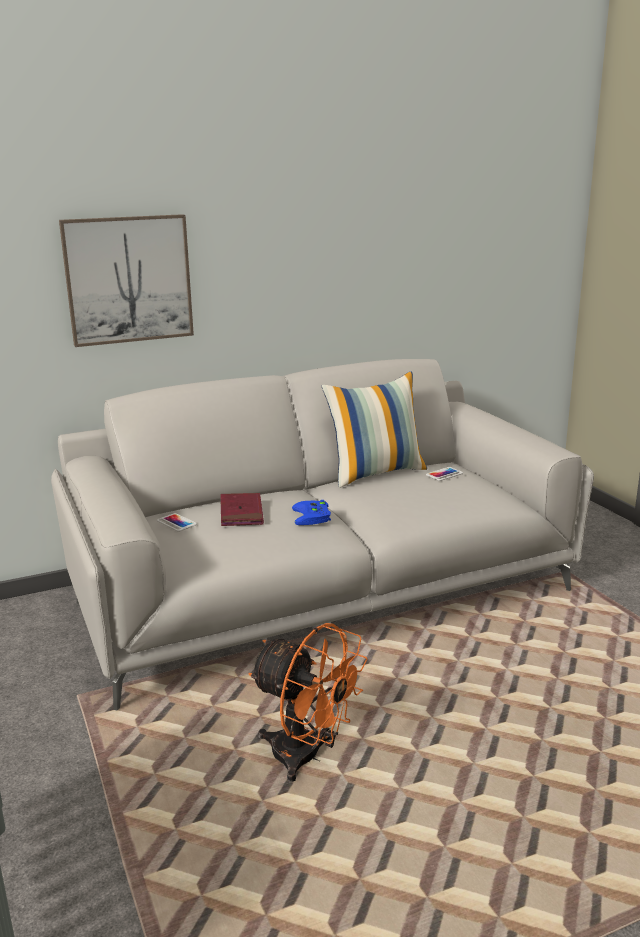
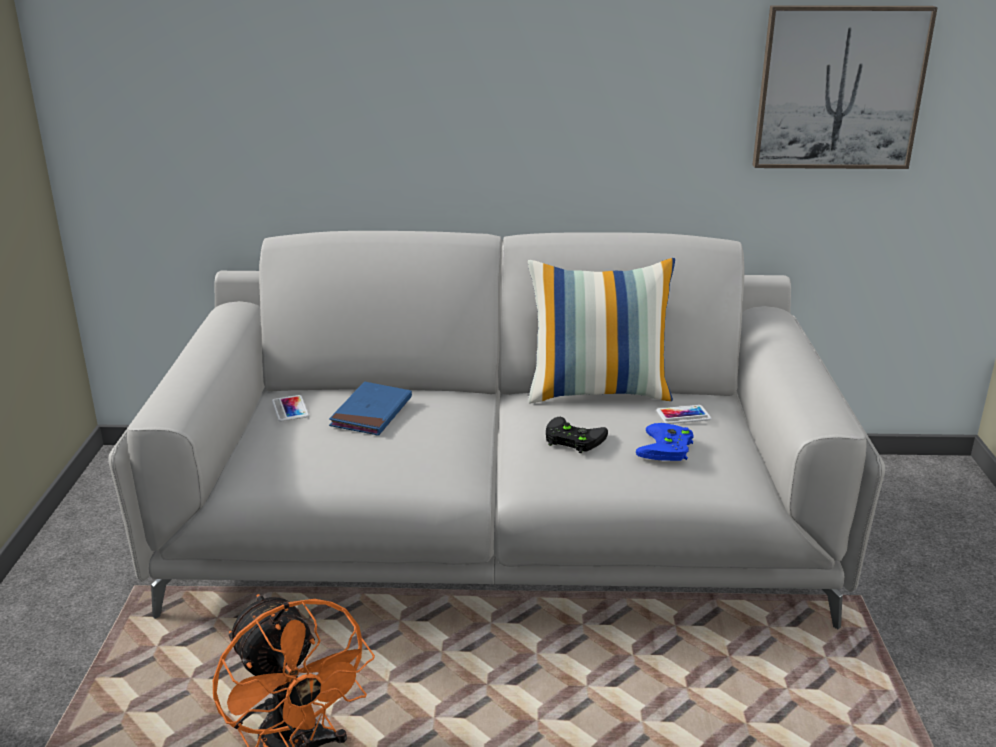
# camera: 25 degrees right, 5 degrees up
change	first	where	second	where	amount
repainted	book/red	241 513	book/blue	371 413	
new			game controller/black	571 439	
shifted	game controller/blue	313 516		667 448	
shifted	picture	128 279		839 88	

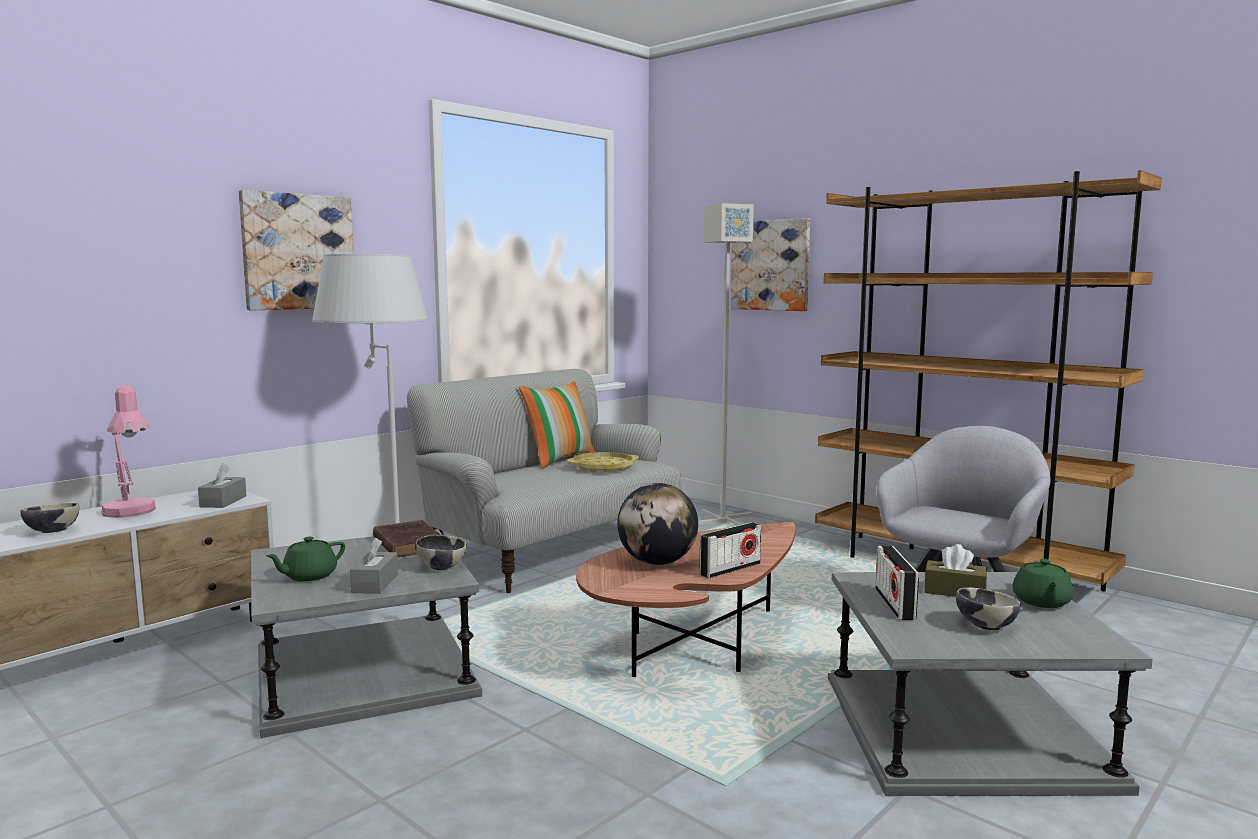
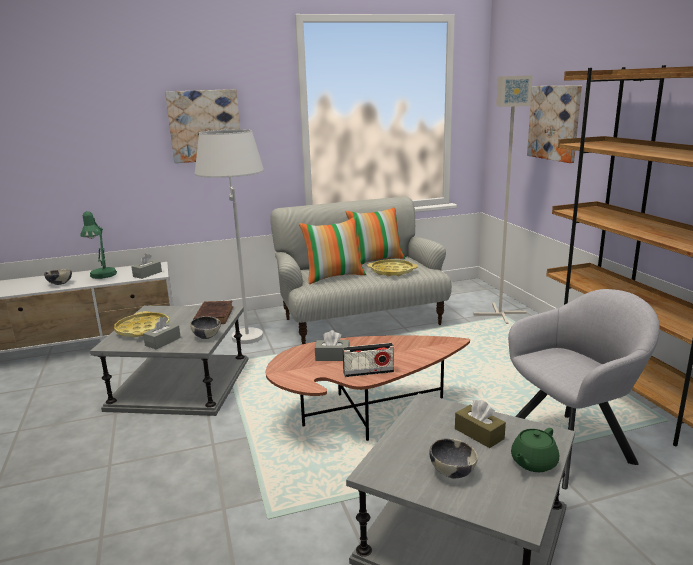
# camera: 30 degrees right, 10 degrees up
change	first	where	second	where	amount
repainted	table lamp/pink	131 513	table lamp/green	102 276	
swapped	teapot/green	309 576	tray/yellow	143 329	
new			pillow	334 276	
swapped	globe	657 563	tissue box/grey	332 357	
gone	radio	894 604			

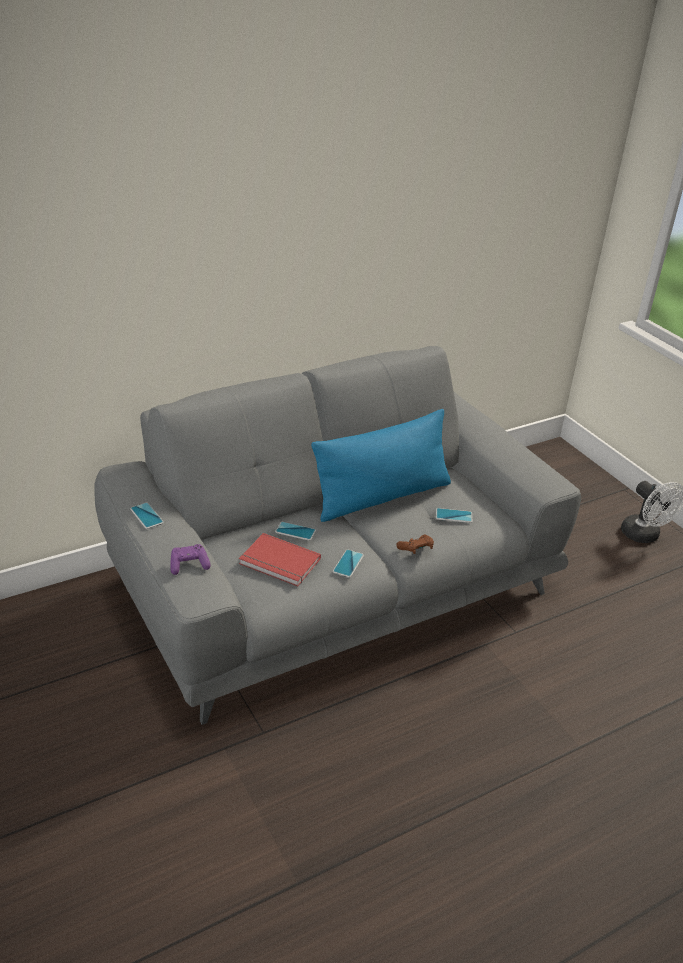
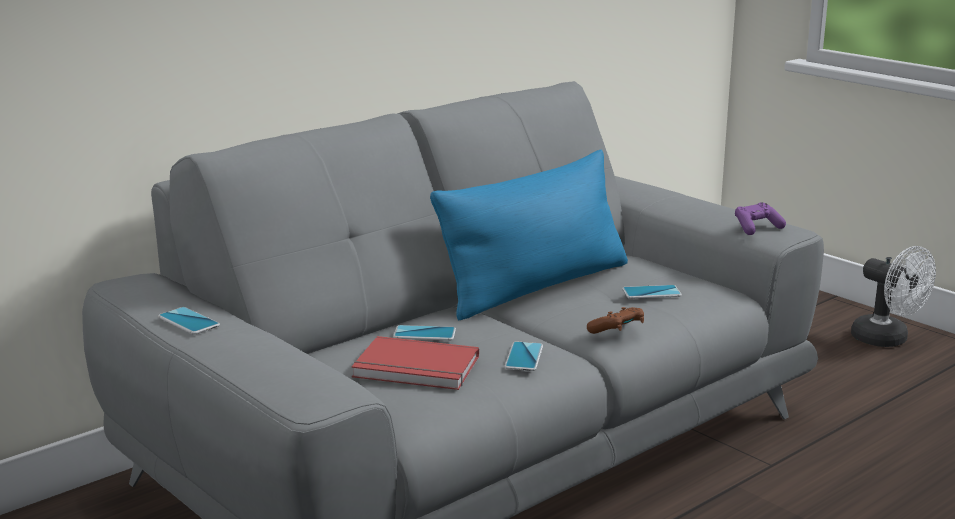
# camera: 10 degrees left, 15 degrees down
change	first	where	second	where	amount
shifted	game controller/purple	189 565		756 228	

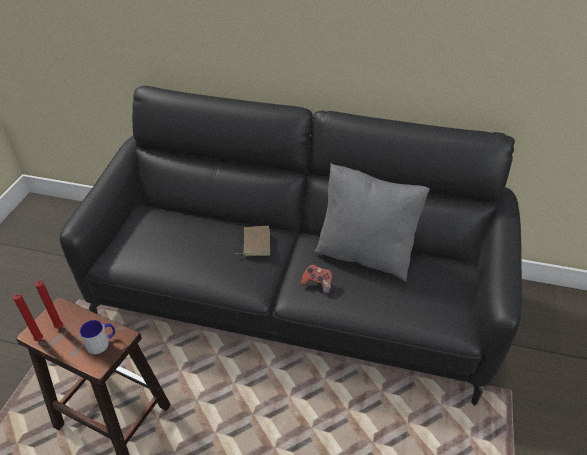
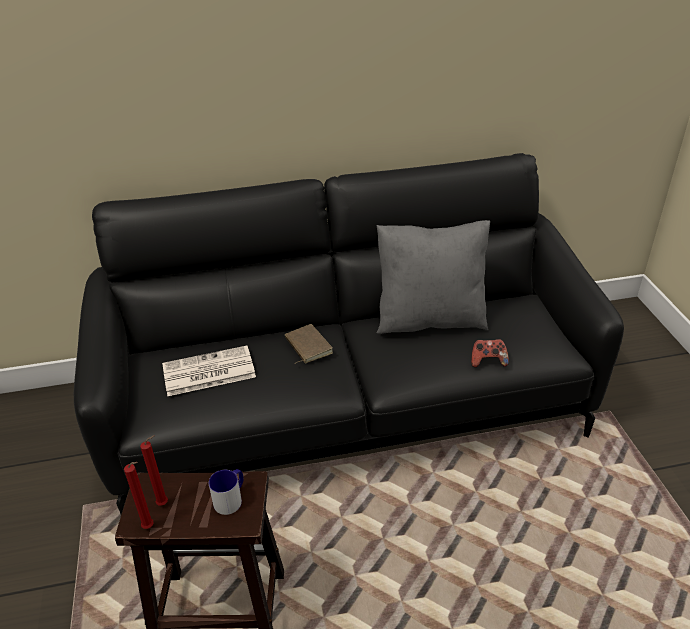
# camera: 25 degrees left, 5 degrees down
change	first	where	second	where	amount
new			newspaper	207 372	
shifted	game controller	317 284		488 361	

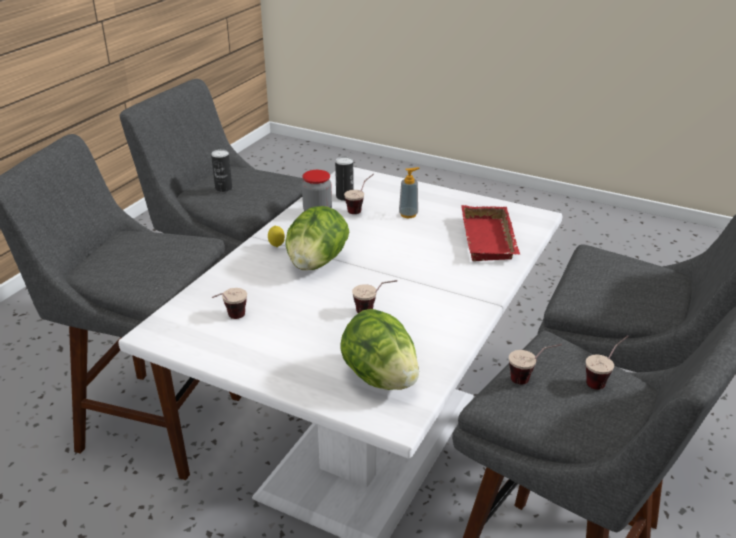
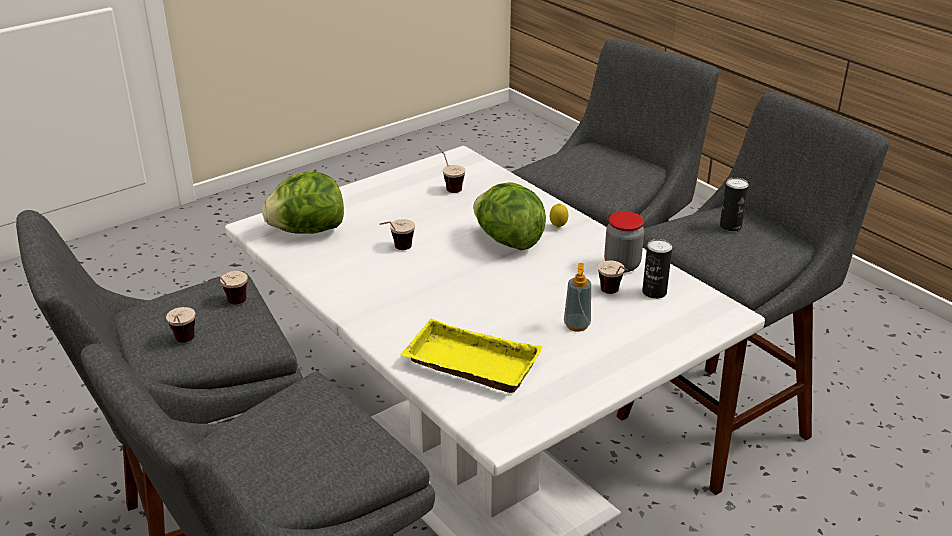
# camera: 115 degrees right, 0 degrees up
change	first	where	second	where	amount
repainted	tray/red	491 240	tray/yellow	468 366	

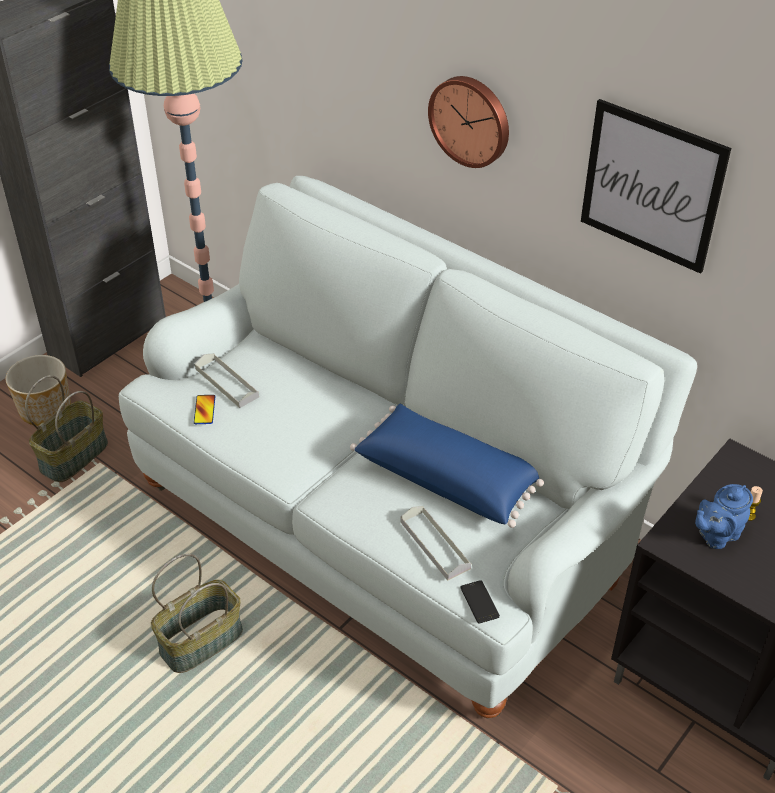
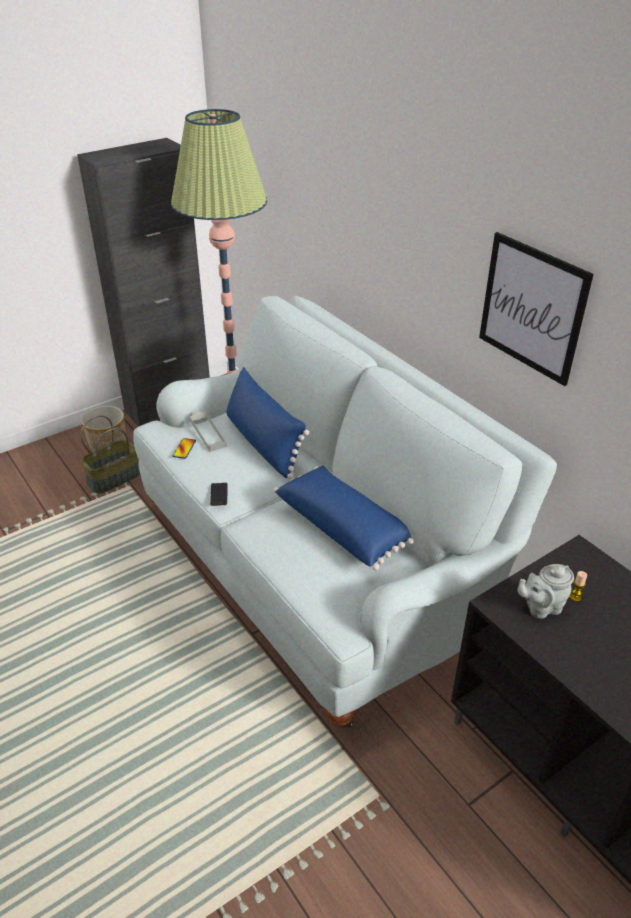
# camera: 15 degrees right, 5 degrees down
change	first	where	second	where	amount
shifted	phone	479 602		219 494	
new			pillow/blue	263 443	
repainted	teapot/blue	716 535	teapot/grey	540 607	
gone	basket	201 640			
gone	tray/grey	434 545			
gone	wall clock	471 120			

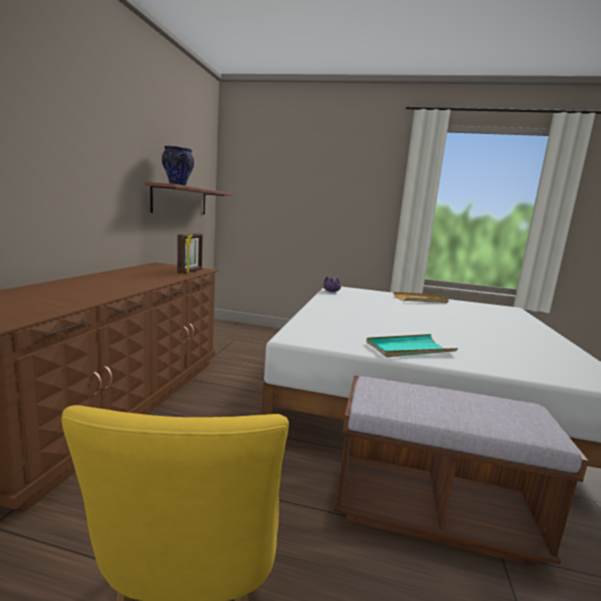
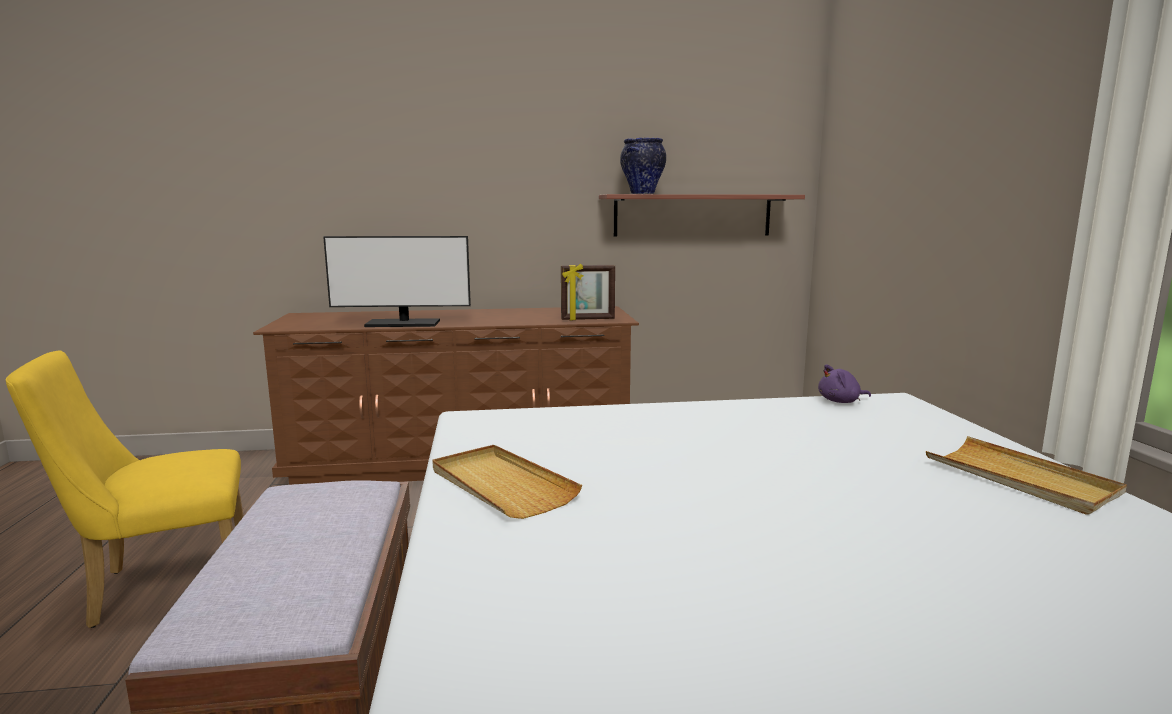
# camera: 70 degrees right, 0 degrees up
change	first	where	second	where	amount
new			monitor	403 324	
repainted	tray/turquoise	409 349	tray/beige	500 485	

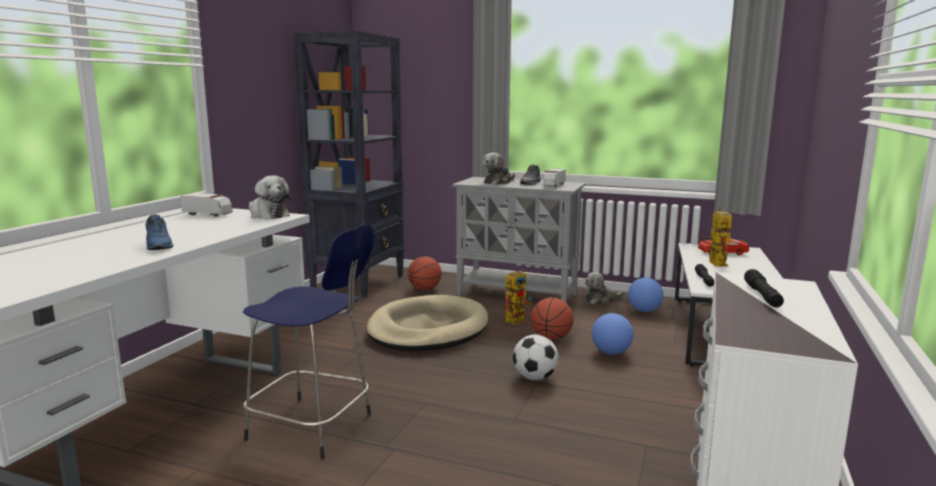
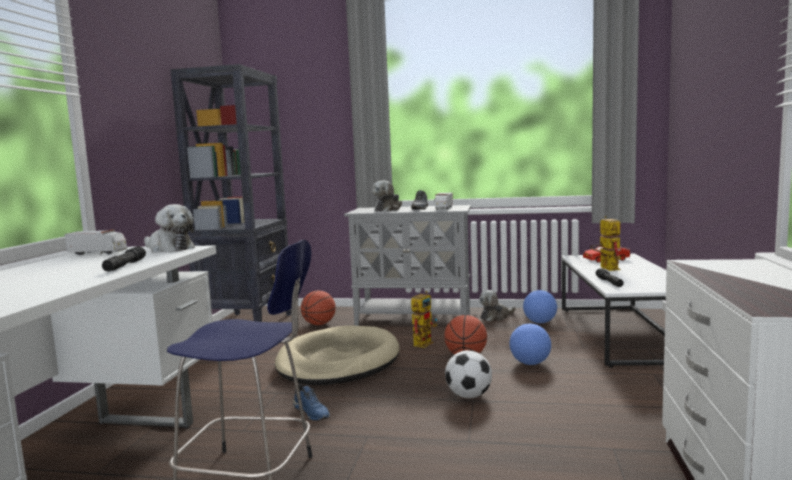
# camera: 10 degrees left, 5 degrees down
change	first	where	second	where	amount
shifted	flashlight/black	762 296		125 266	
shifted	shoe/blue	159 245		312 413	

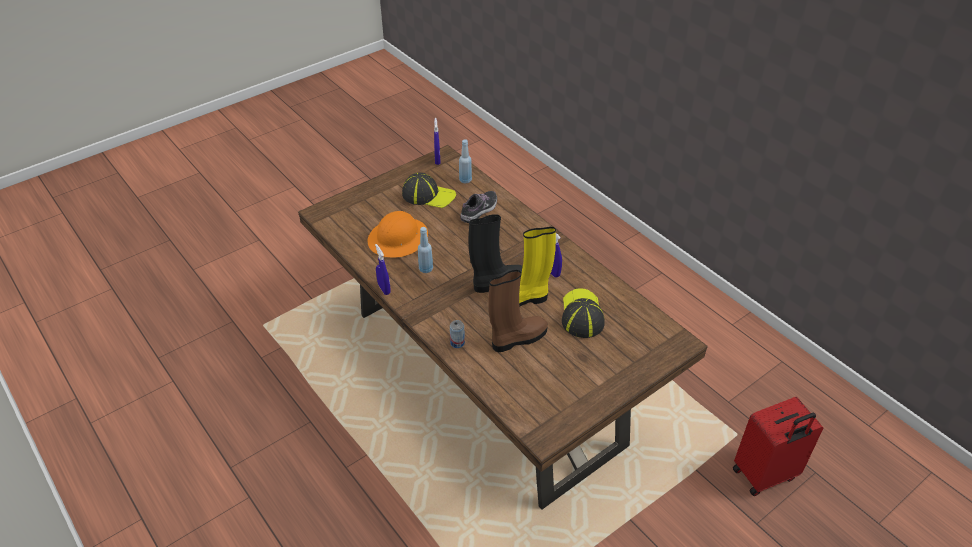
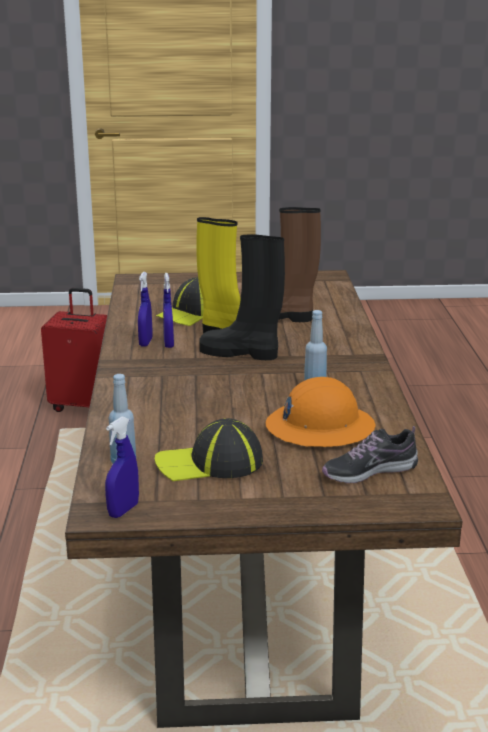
# camera: 145 degrees left, 20 degrees down
change	first	where	second	where	amount
shifted	spray bottle/blue	384 289		145 342	
rotated	cap	428 195		210 463	60 degrees counterclockwise
shifted	shoe	479 210		369 471	
gone	can	457 343			

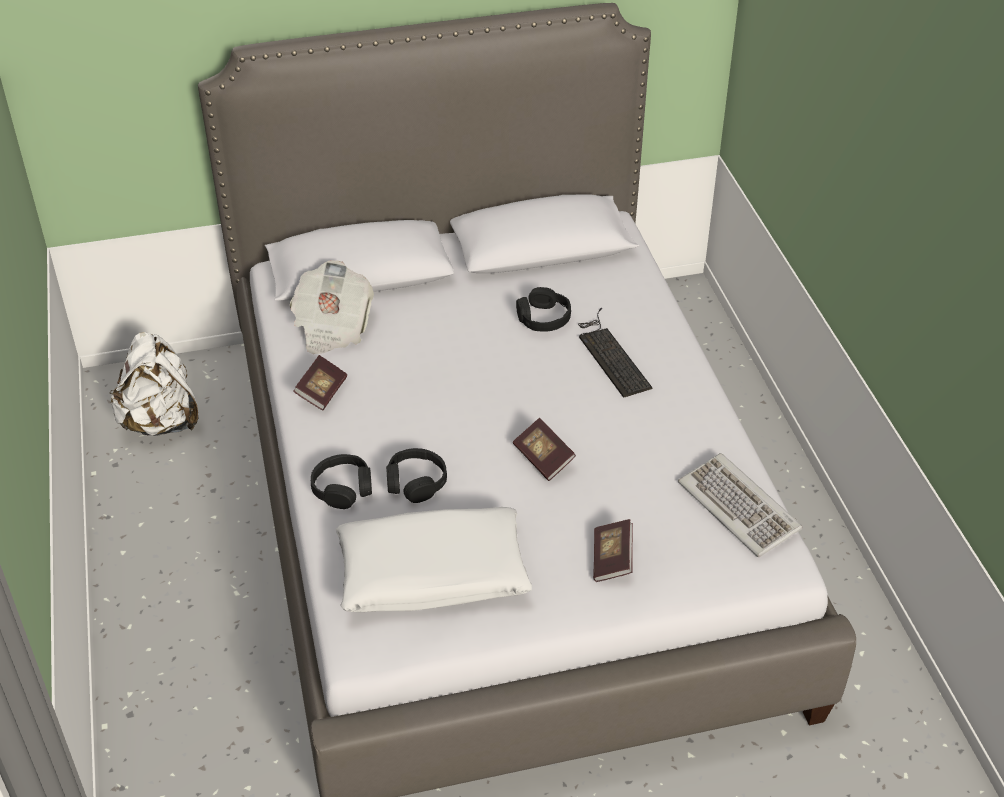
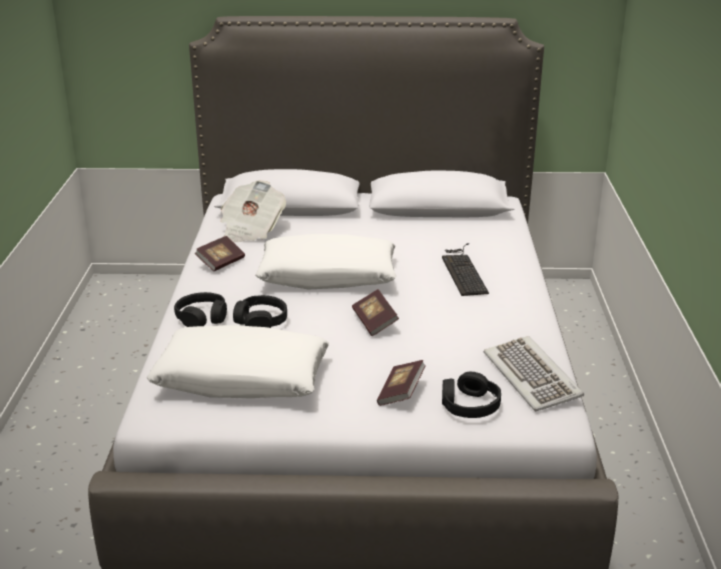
# camera: 15 degrees right, 15 degrees down
change	first	where	second	where	amount
new			pillow/white	327 276	
shifted	headphones/black	543 318		469 405	
gone	backpack/white	161 421			

